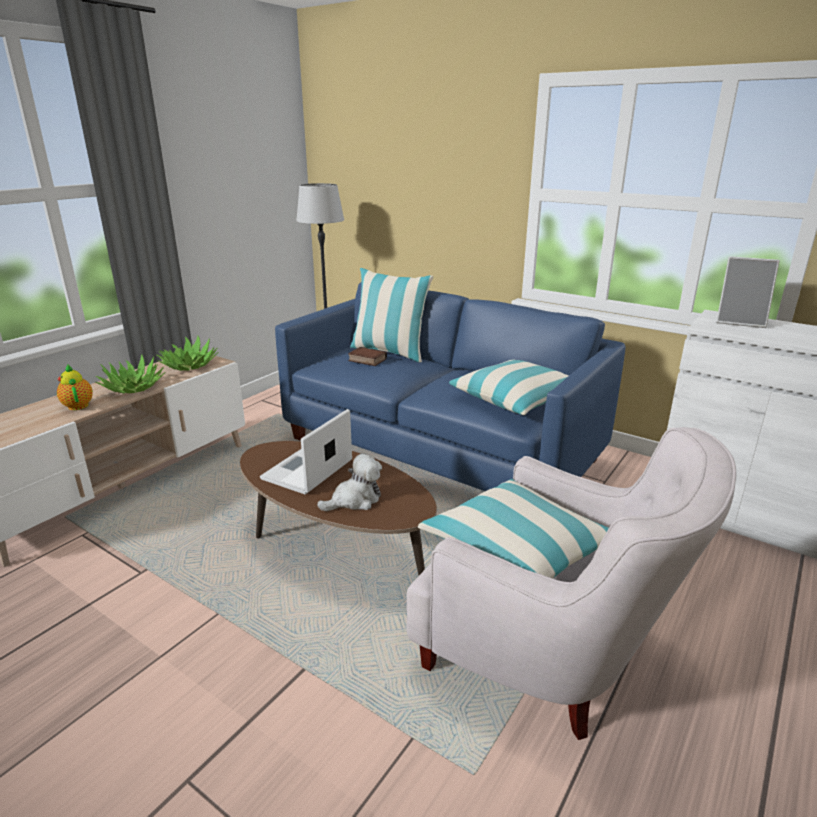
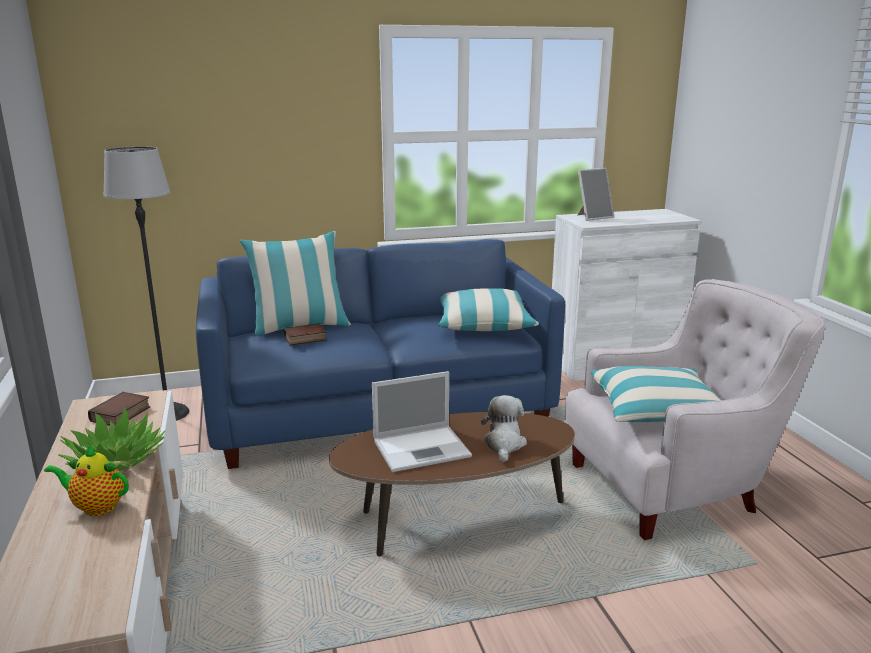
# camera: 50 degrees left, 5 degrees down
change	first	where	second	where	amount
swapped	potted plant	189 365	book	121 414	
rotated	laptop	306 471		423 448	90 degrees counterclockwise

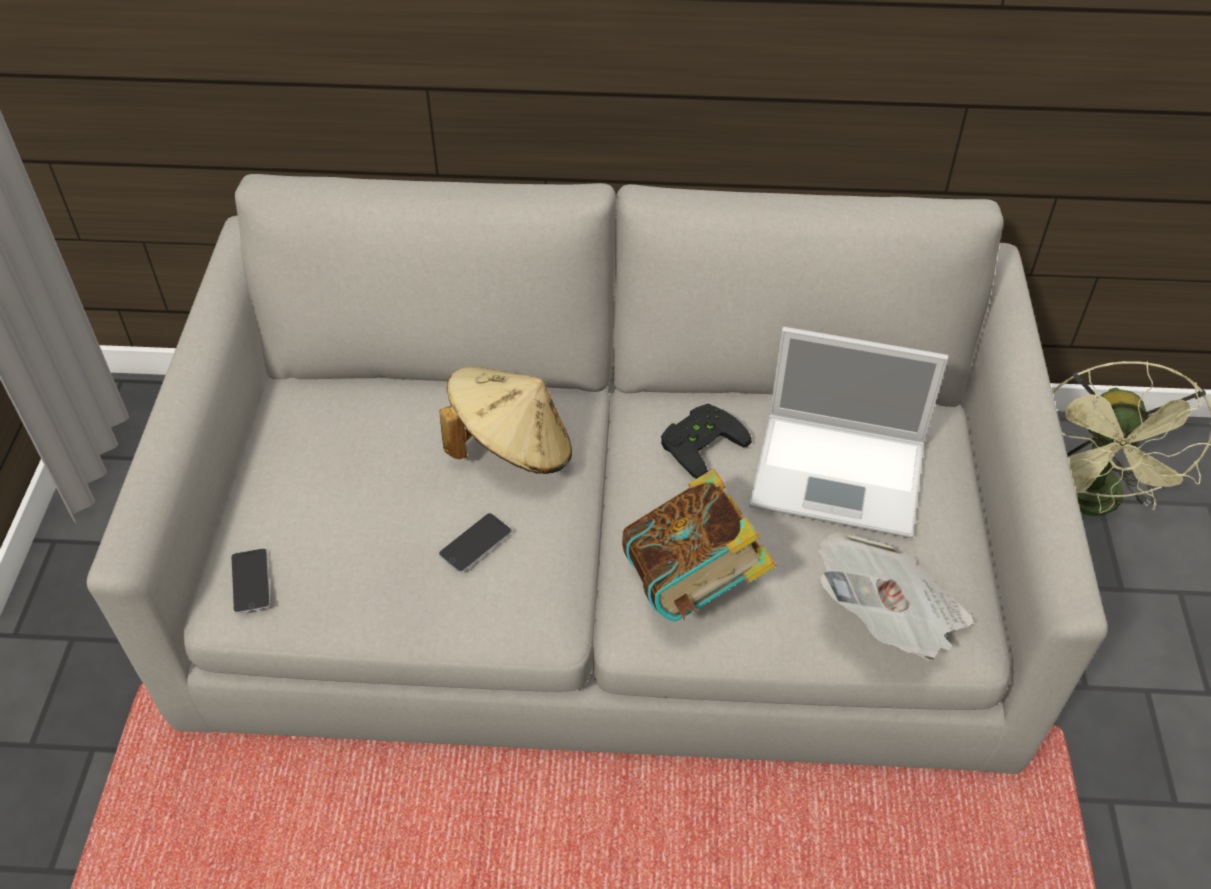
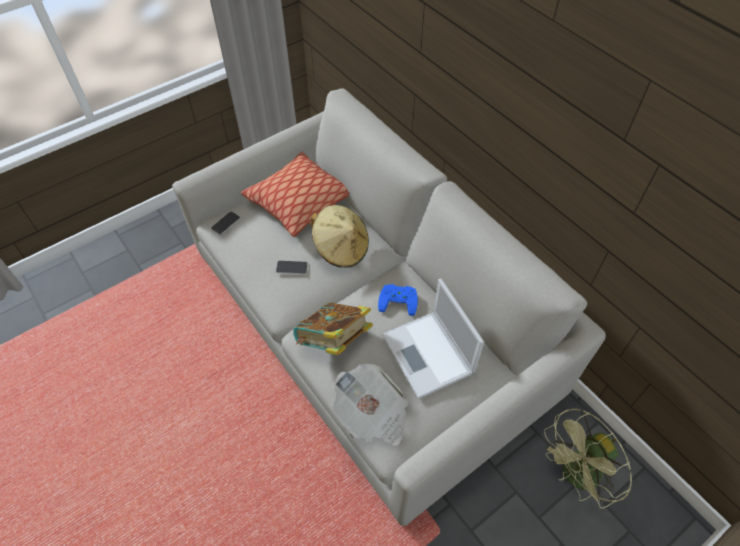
# camera: 50 degrees right, 5 degrees up
change	first	where	second	where	amount
new			pillow	299 201	
repainted	game controller/black	699 441	game controller/blue	398 299	

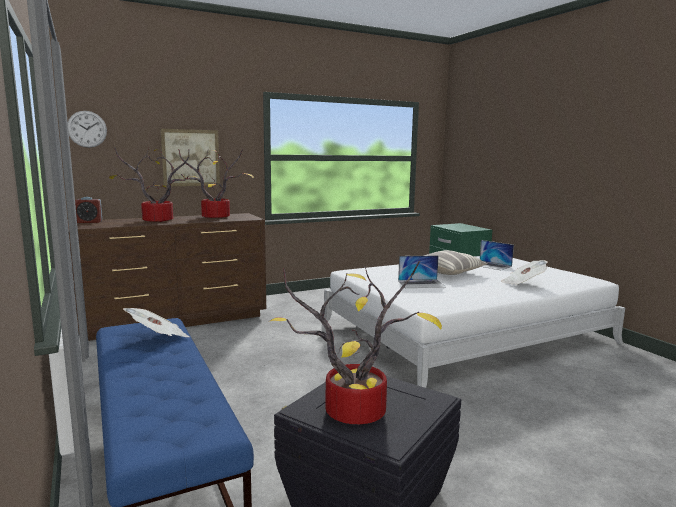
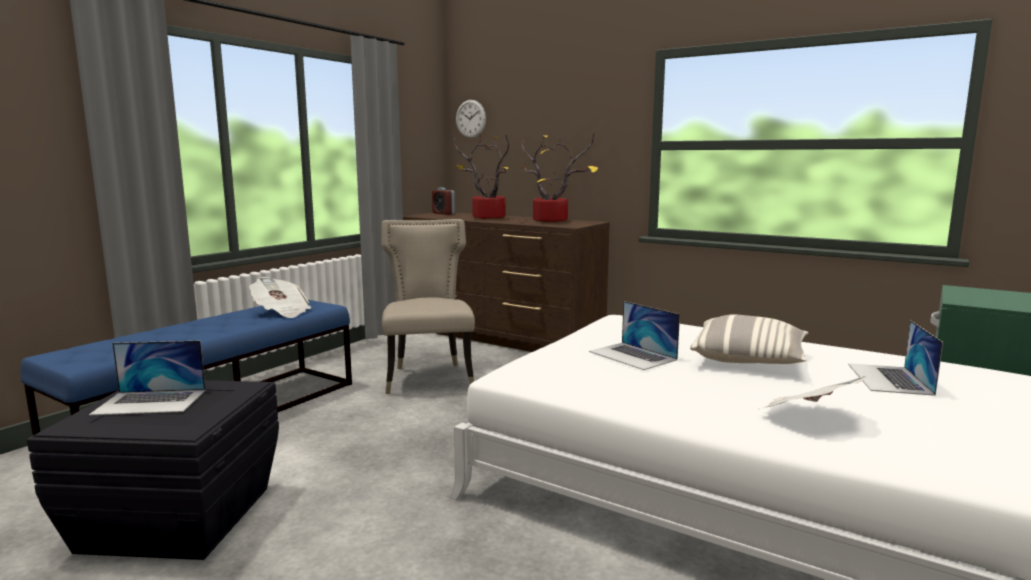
# camera: 60 degrees right, 0 degrees up
change	first	where	second	where	amount
swapped	potted plant	358 409	laptop	150 402	
new			chair/beige	429 377	
gone	picture	191 158			

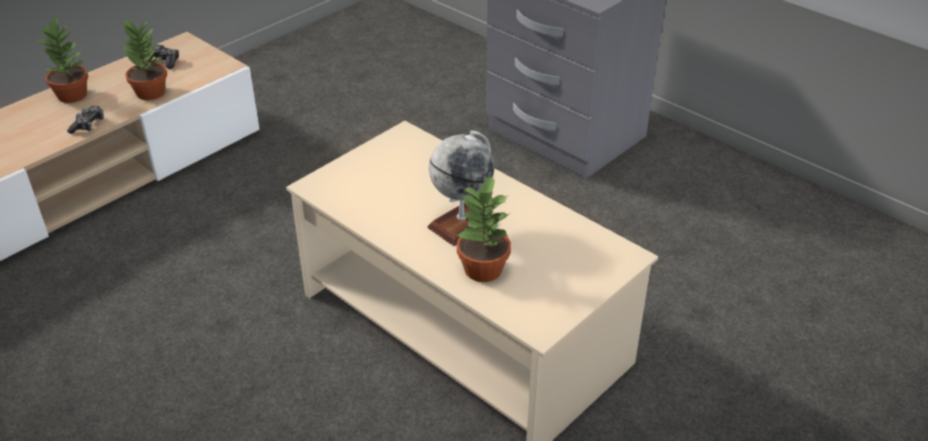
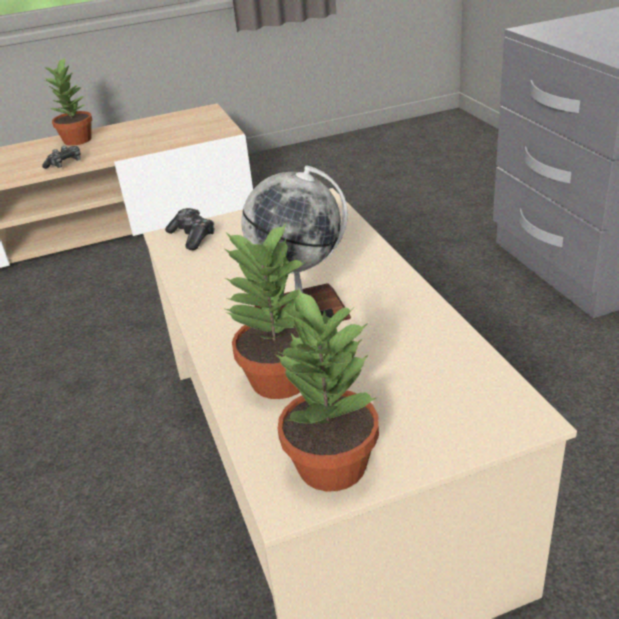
# camera: 30 degrees right, 5 degrees down
change	first	where	second	where	amount
shifted	game controller	164 61		192 236	
shifted	potted plant	150 92		330 464	

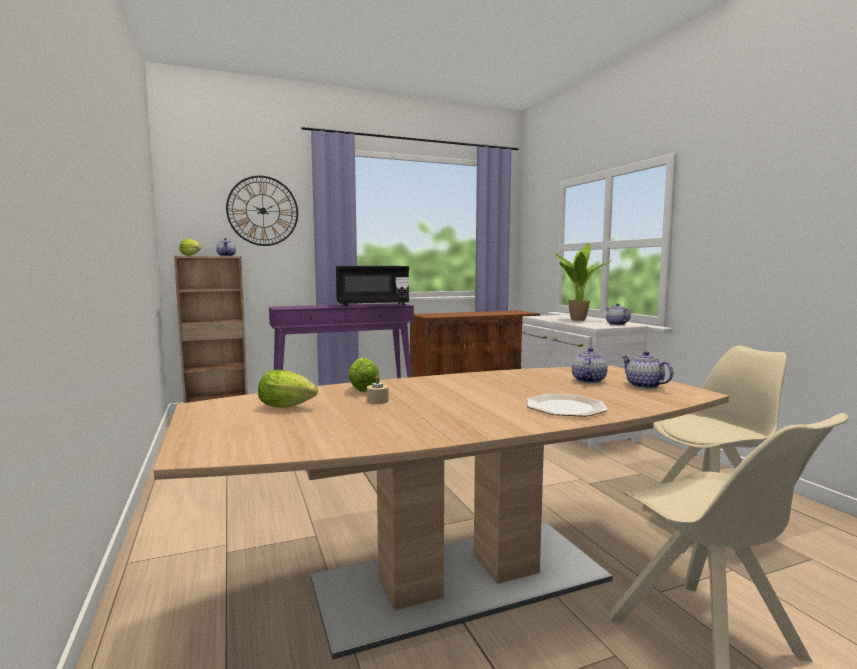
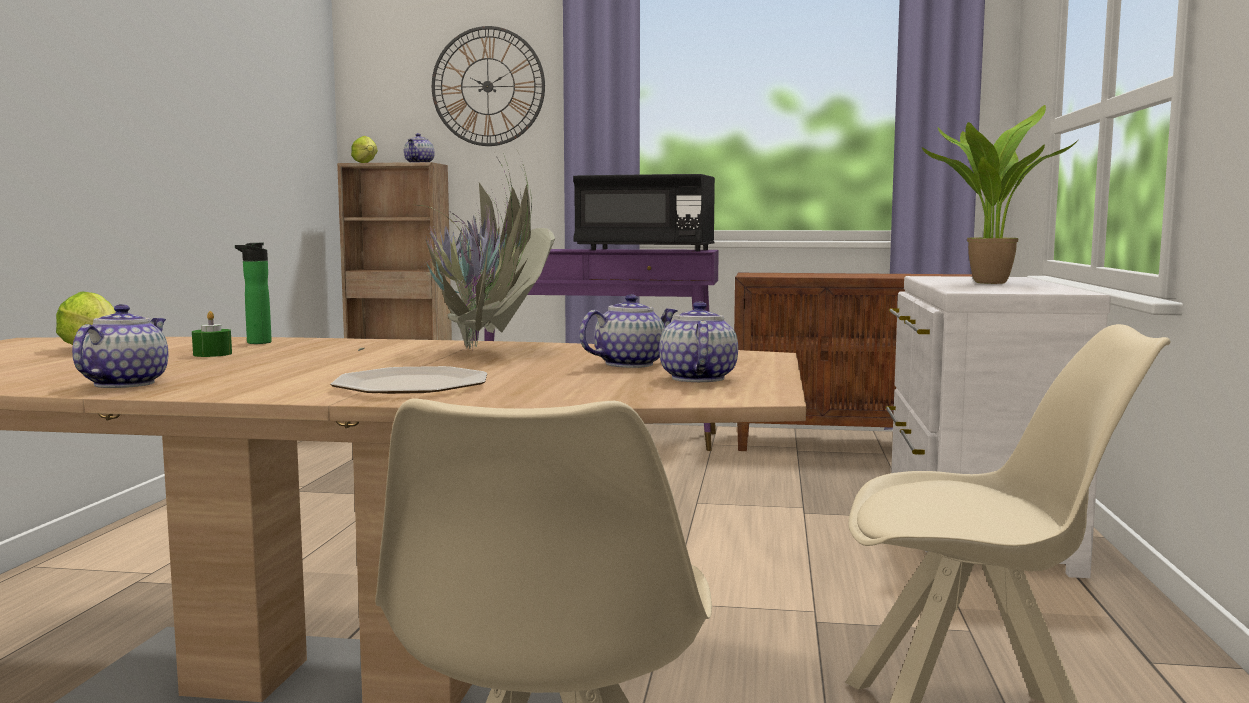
# camera: 30 degrees right, 0 degrees up
change	first	where	second	where	amount
shifted	teapot	616 324		124 383	
repainted	candle/beige	377 401	candle/green	212 354	
swapped	lettuce	362 389	bottle	256 343	
new			potted plant	484 352	

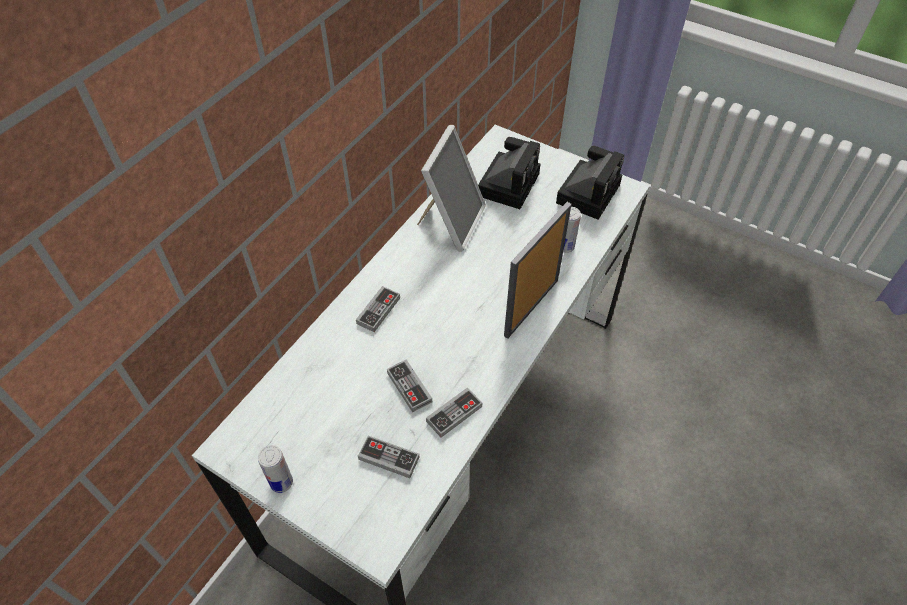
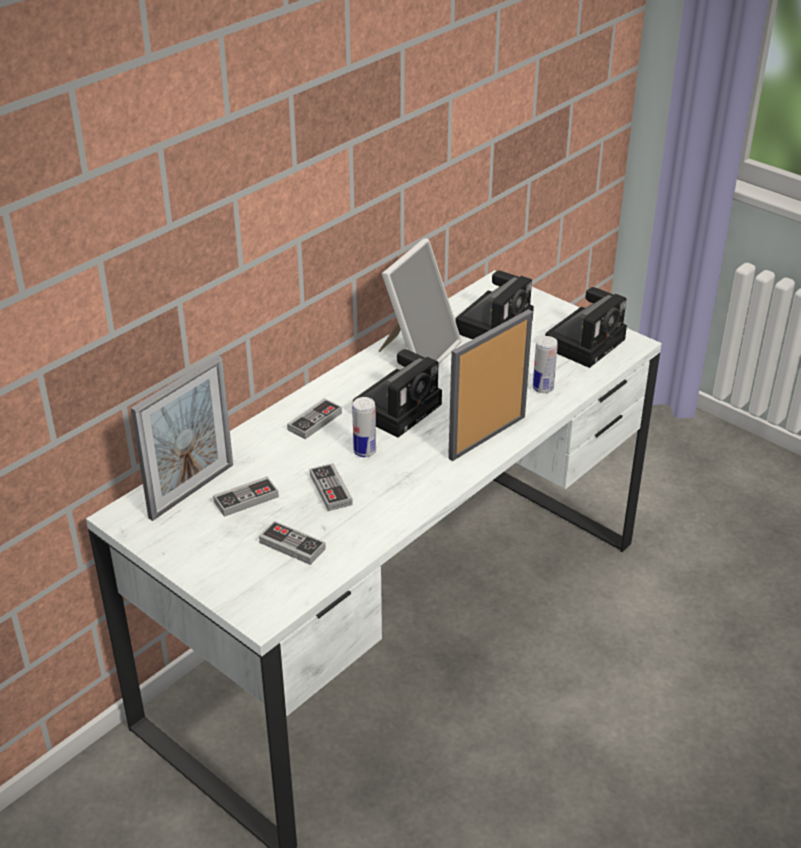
# camera: 10 degrees right, 15 degrees down
change	first	where	second	where	amount
new			picture frame	192 491	
shifted	game controller	454 414		246 499	
shifted	can	281 482		364 451	
new			photo camera	399 407	

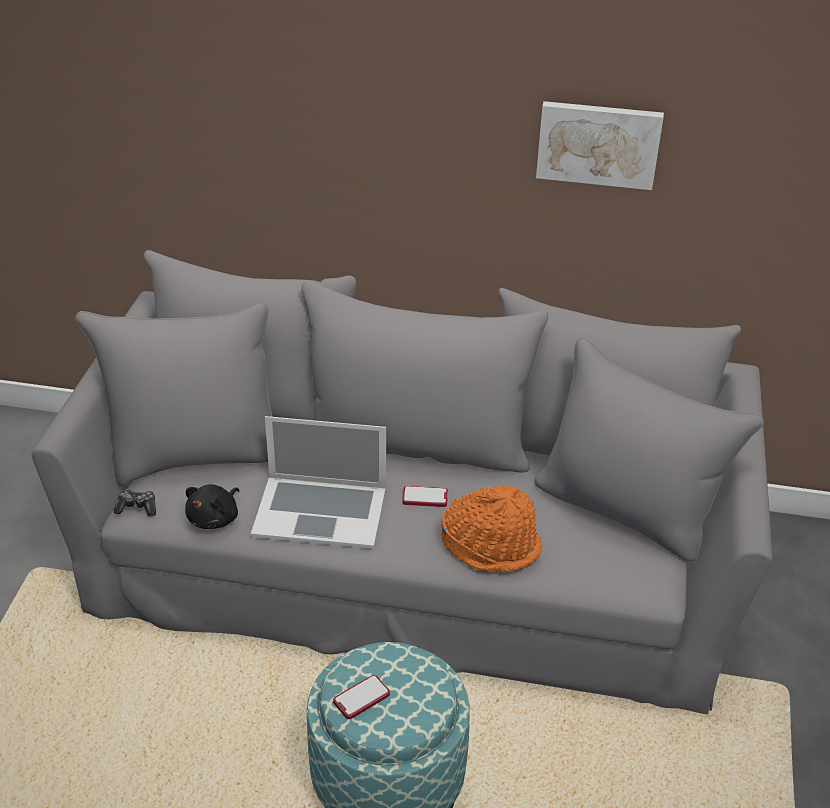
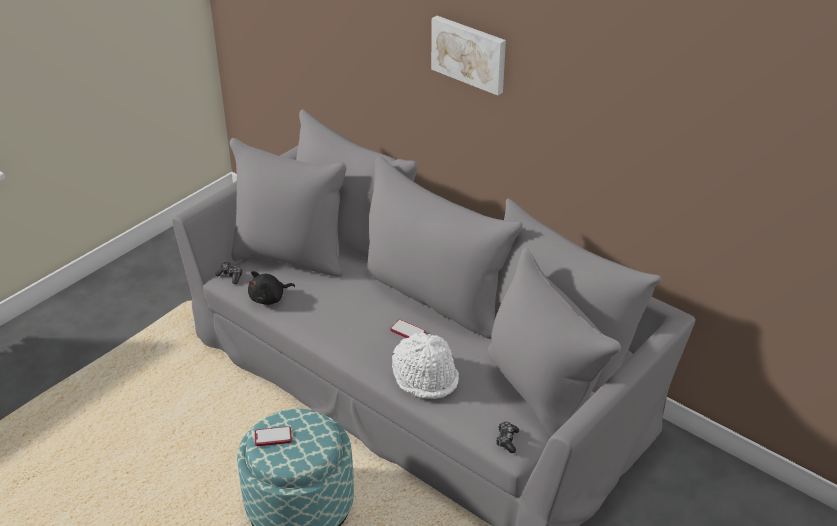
# camera: 30 degrees right, 0 degrees up
change	first	where	second	where	amount
repainted	hat/orange	491 545	hat/white	425 377	
shifted	picture	598 143		469 53	
new			game controller	507 440	
gone	laptop	320 511			

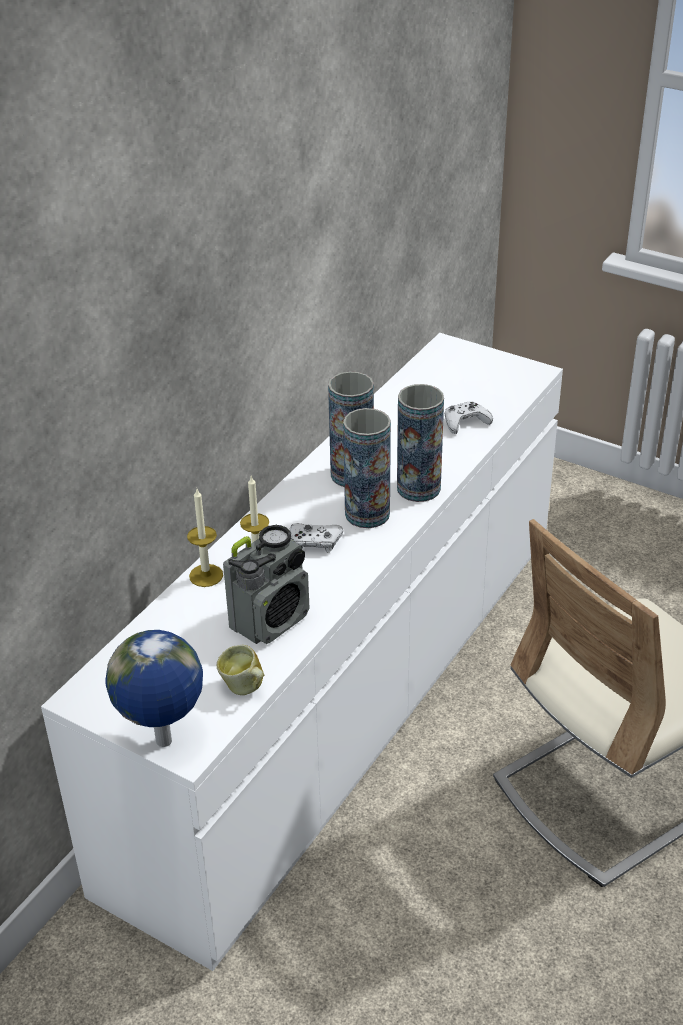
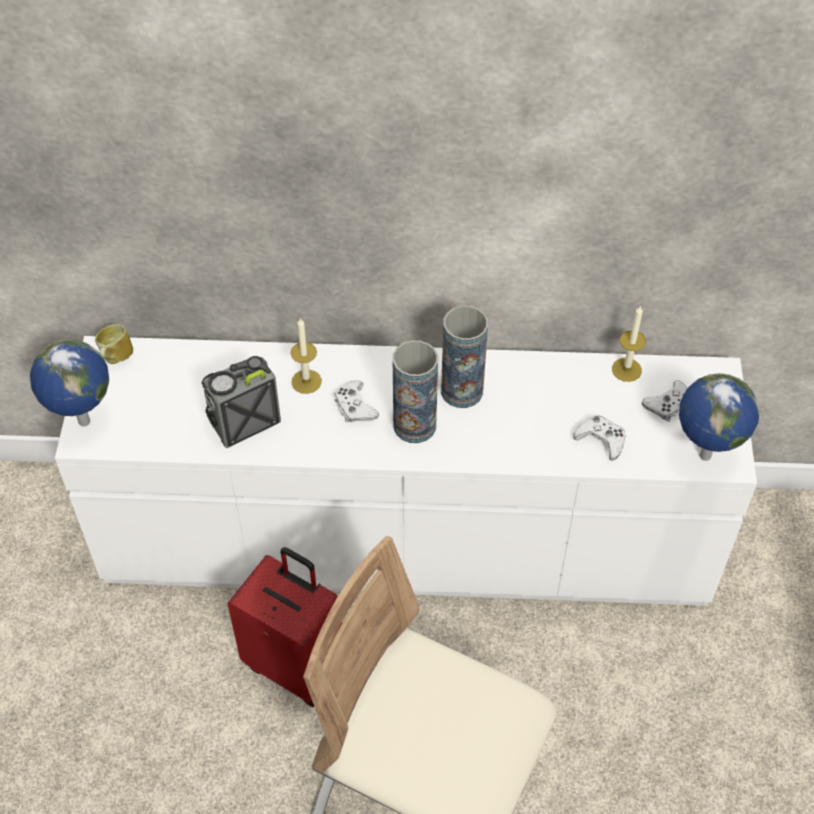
# camera: 60 degrees right, 15 degrees up
change	first	where	second	where	amount
shifted	mug	244 689		115 358	
rotated	radio	271 620		243 422	135 degrees clockwise
new			suitcase/red	296 664	
shifted	candle	206 575		626 369	
new			game controller/white	668 405	
new			globe	703 455	
gone	vase	418 488			

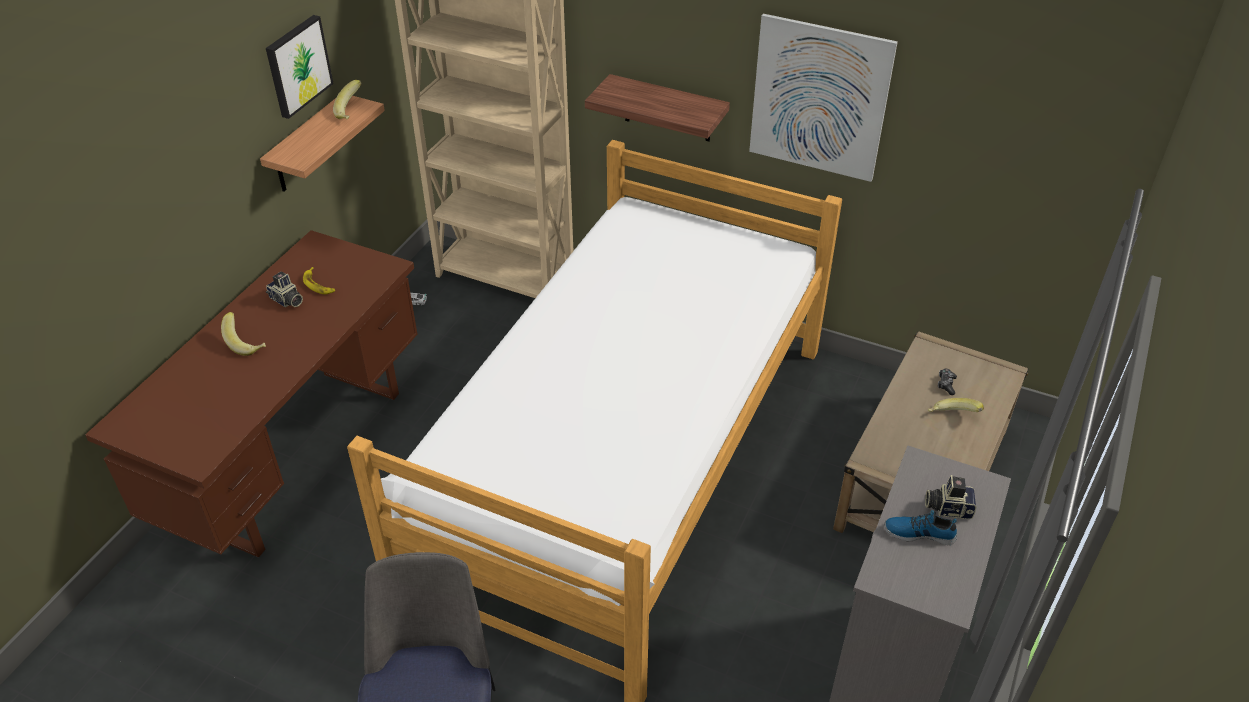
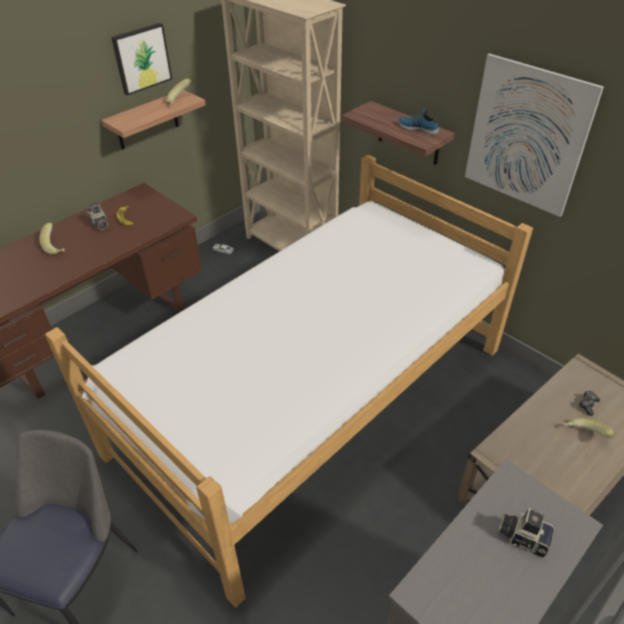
# camera: 20 degrees right, 0 degrees up
change	first	where	second	where	amount
shifted	shoe	919 532		418 128	

